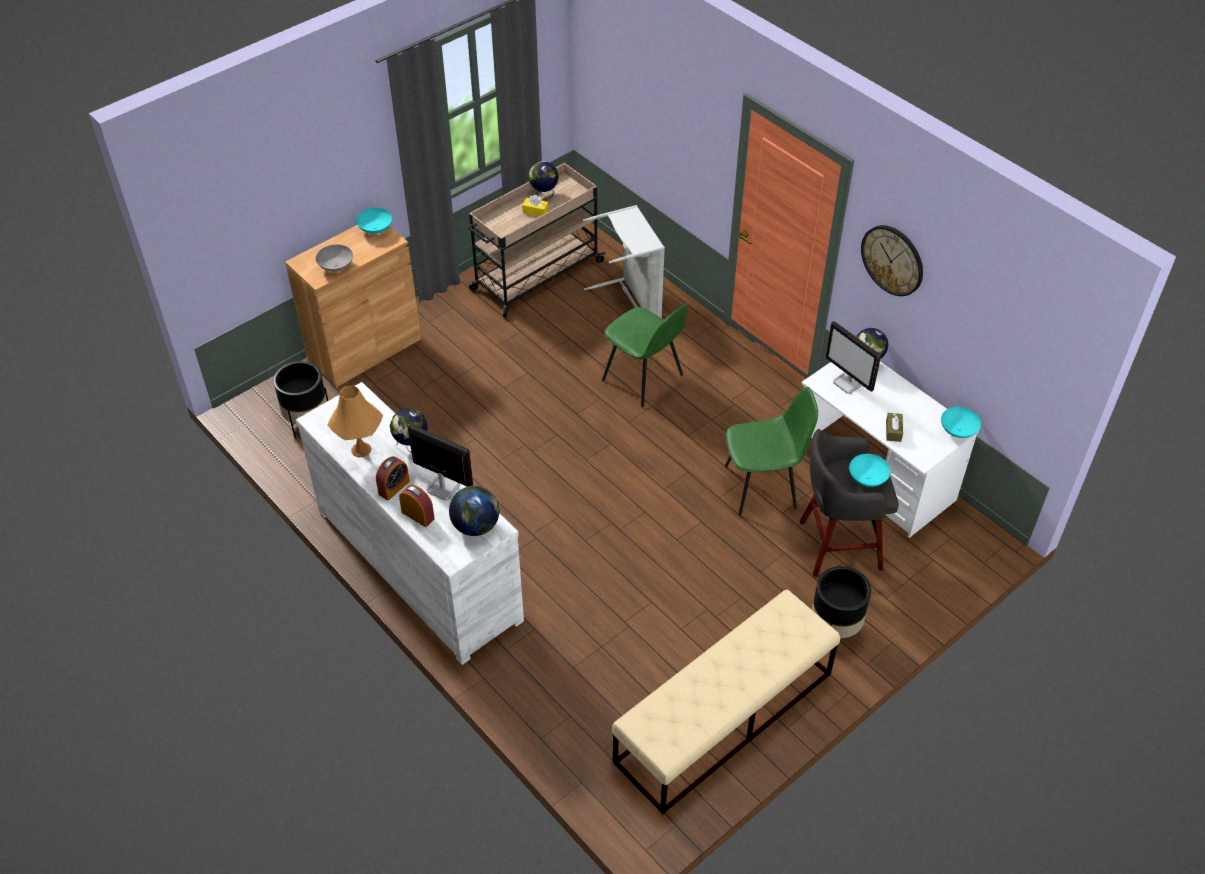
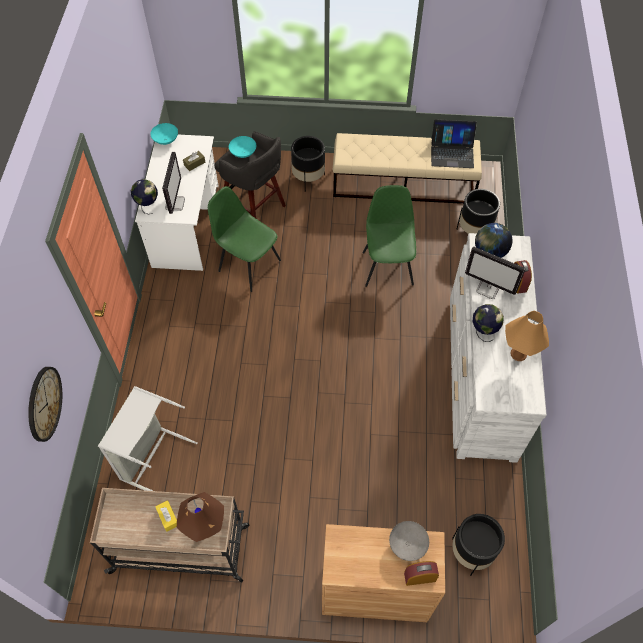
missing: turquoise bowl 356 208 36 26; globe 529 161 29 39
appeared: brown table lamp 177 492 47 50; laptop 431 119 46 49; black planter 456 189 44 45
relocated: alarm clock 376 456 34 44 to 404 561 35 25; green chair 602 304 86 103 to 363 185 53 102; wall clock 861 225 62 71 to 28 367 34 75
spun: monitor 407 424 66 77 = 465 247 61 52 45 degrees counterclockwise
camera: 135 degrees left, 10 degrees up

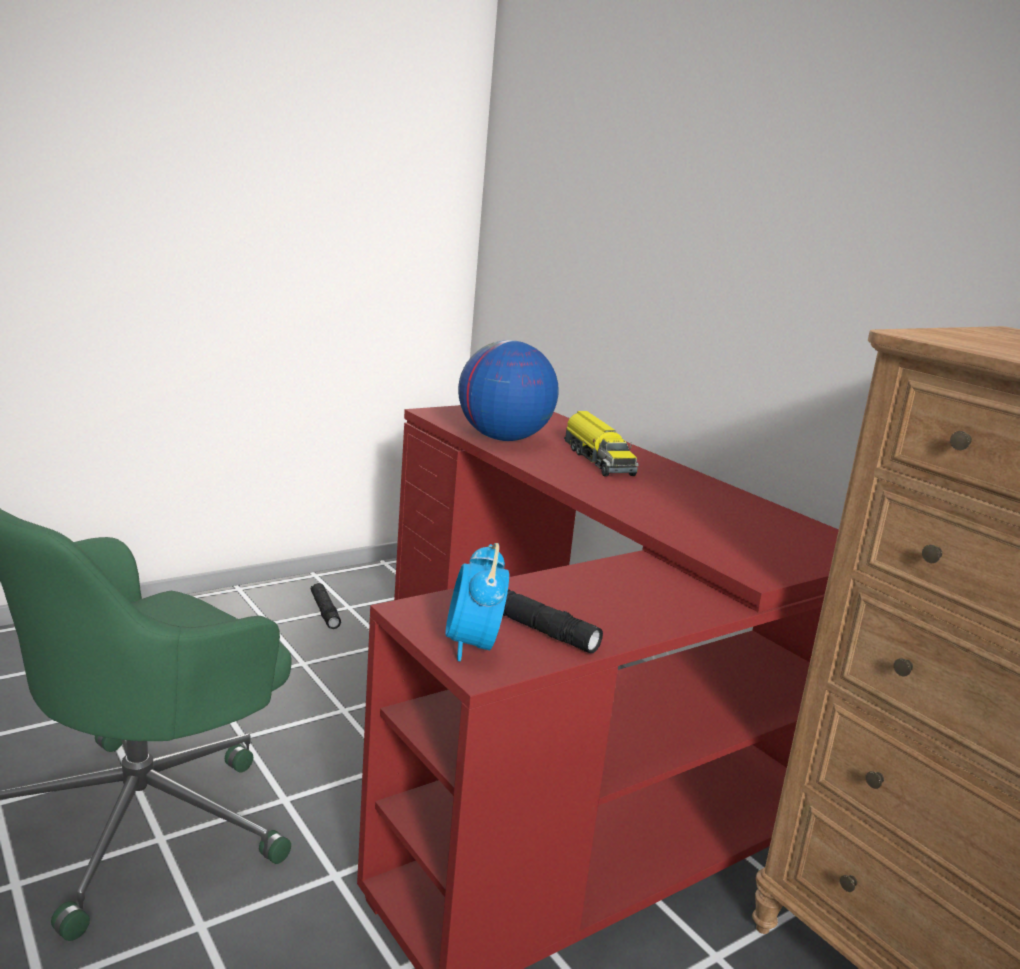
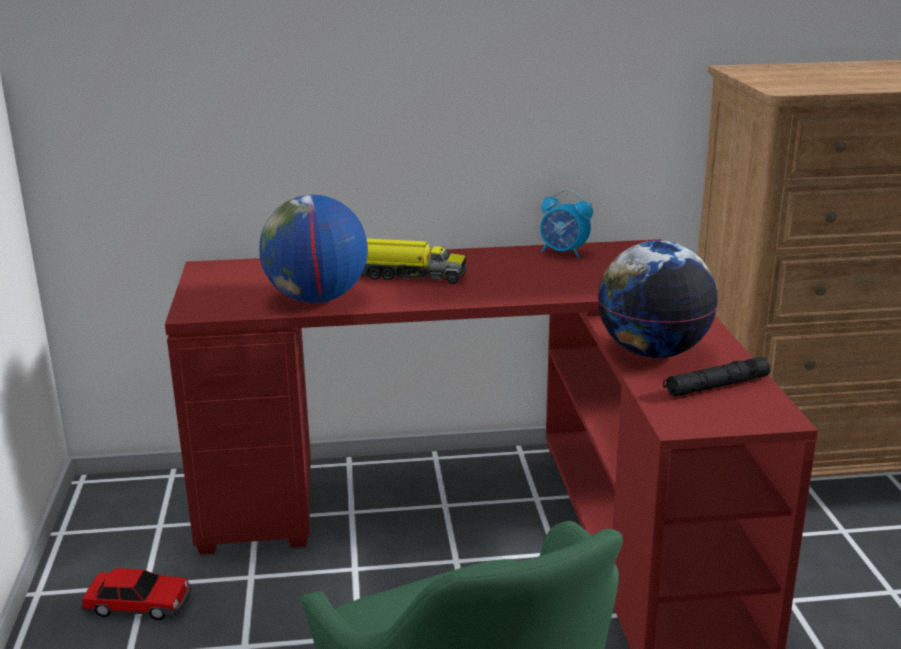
appeared: globe 598 241 120 117
relocated: alarm clock 445 543 64 118 to 540 189 53 69
exchanged: black flashlight 311 583 30 46 to toy car 81 568 110 52
camera: 60 degrees left, 5 degrees up

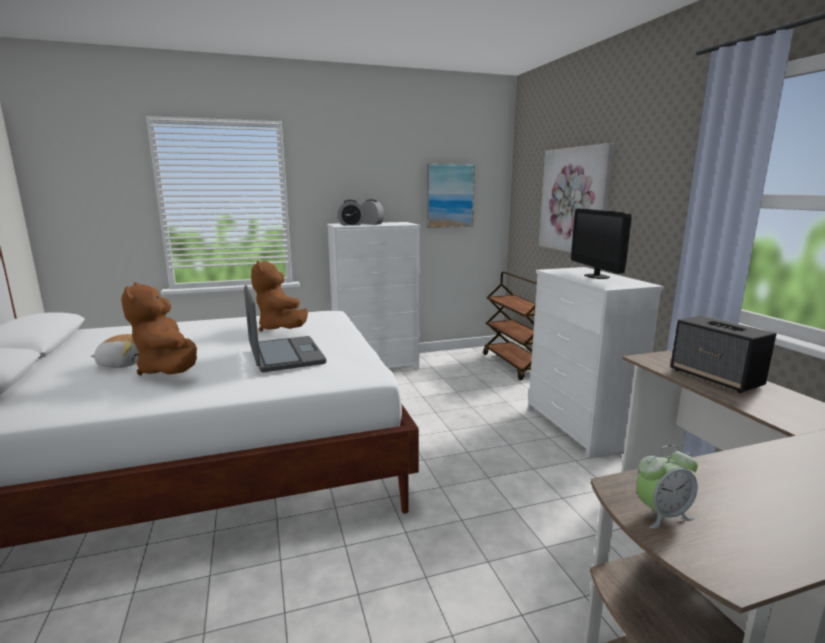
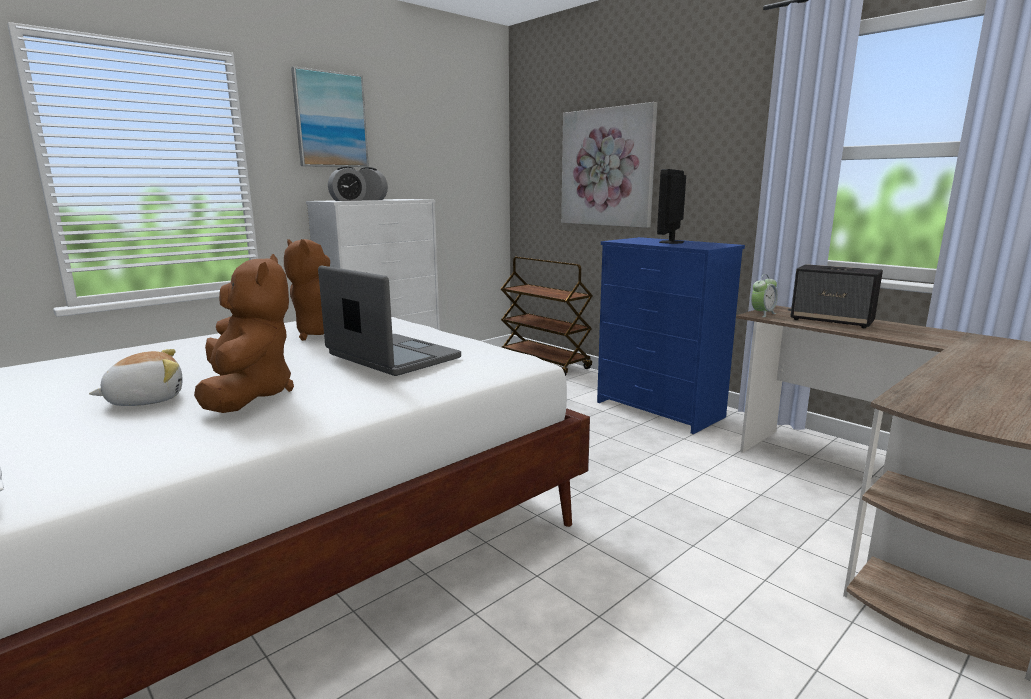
relocated: picture 426 164 49 64 to 291 66 78 101; alarm clock 636 445 62 84 to 751 274 27 43
colour: white dresser 528 267 136 191 to blue dresser 597 237 148 197
spun: brown plush toy 121 282 76 94 = 194 254 100 159 150 degrees counterclockwise; monitor 571 208 61 71 = 657 169 29 75 60 degrees clockwise
camera: 25 degrees left, 0 degrees up

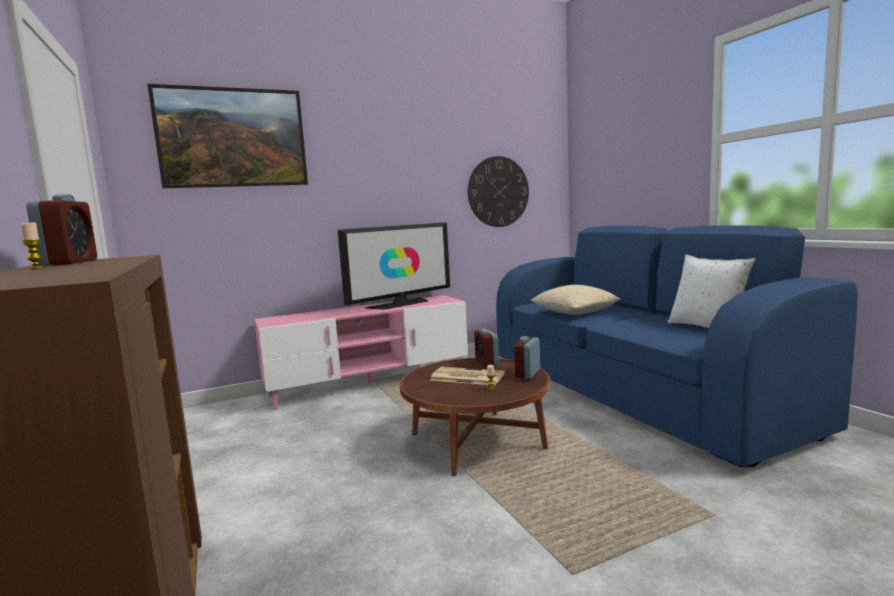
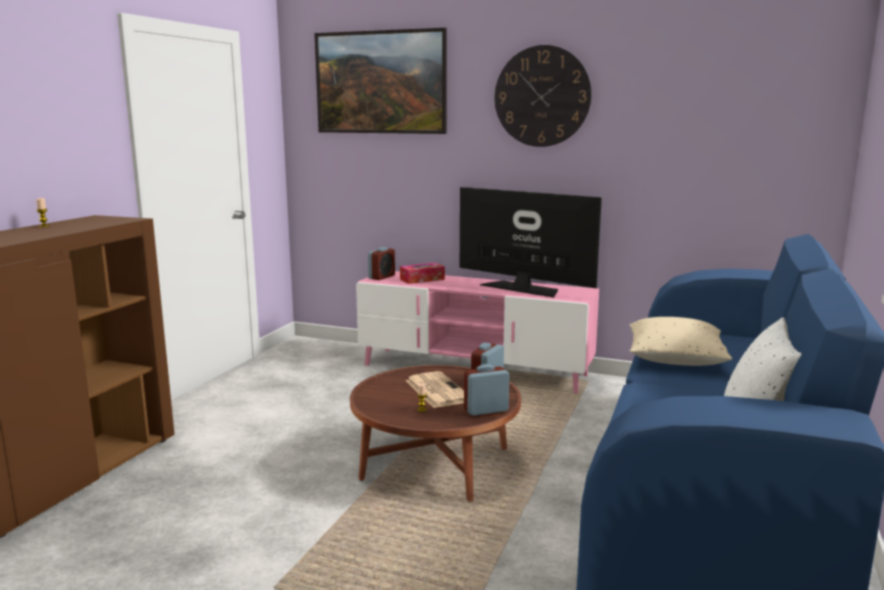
appeared: tissue box 400 263 45 21
relocated: alarm clock 26 194 71 72 to 368 247 27 33; wall clock 468 156 61 71 to 494 45 98 102
spun: television 338 222 112 88 = 460 187 142 111 150 degrees counterclockwise
camera: 45 degrees right, 5 degrees up

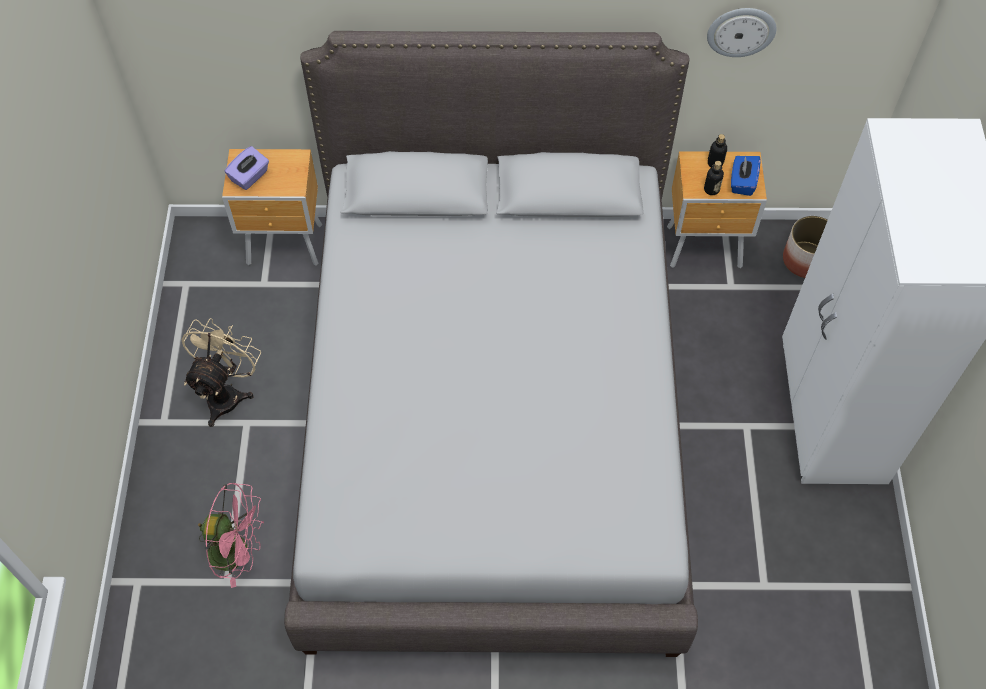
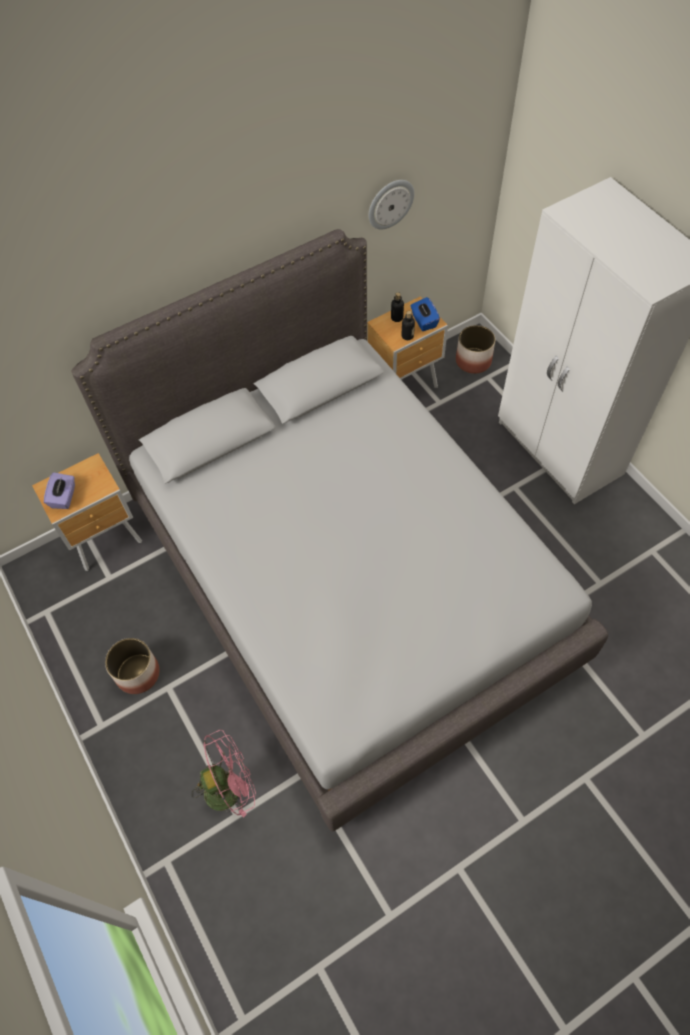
exchanged: beige fan 182 318 79 109 to planter 105 638 55 56
camera: 30 degrees left, 0 degrees up

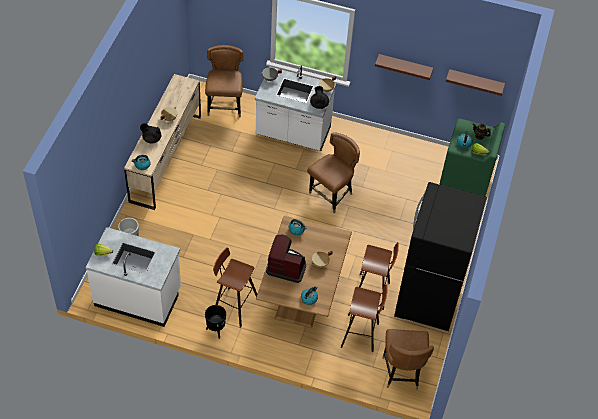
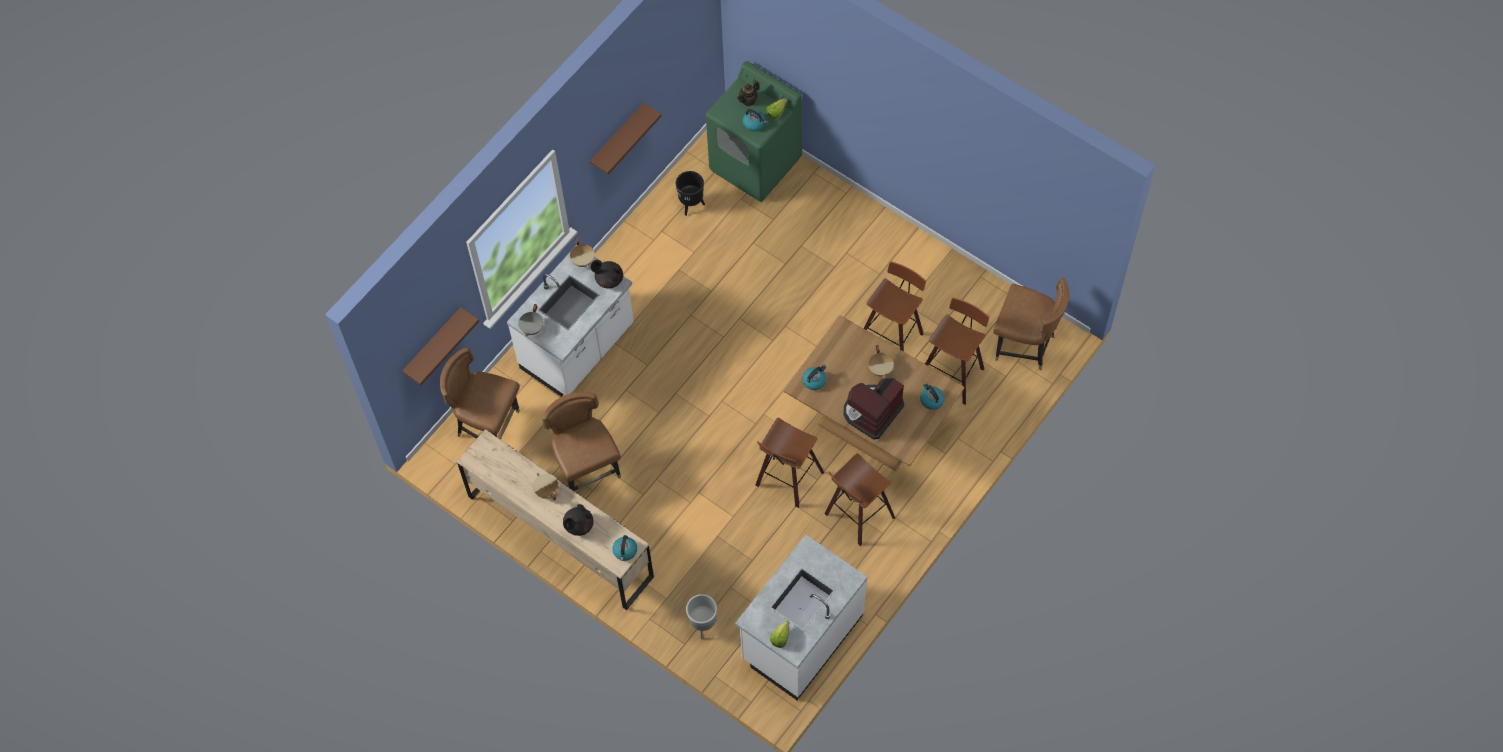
missing: black fridge 394 182 93 149
appeared: stool 755 418 69 90
relocated: black planter 205 305 21 34 to 676 171 29 45; brown chair 307 133 53 80 to 542 392 79 99; brown shelf 446 69 59 27 to 402 307 77 78
camera: 65 degrees left, 10 degrees up

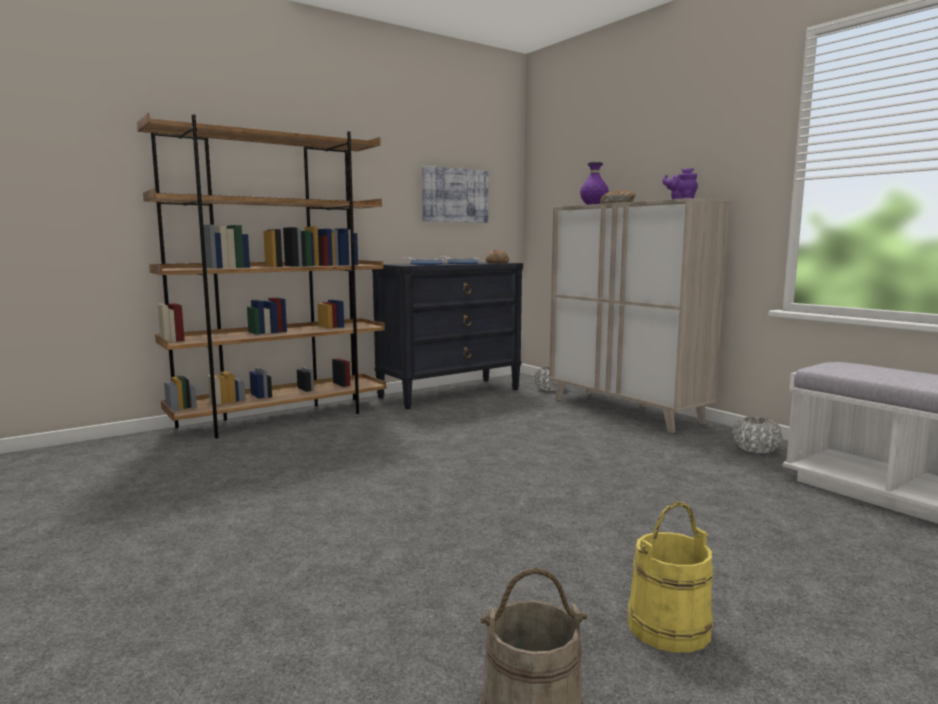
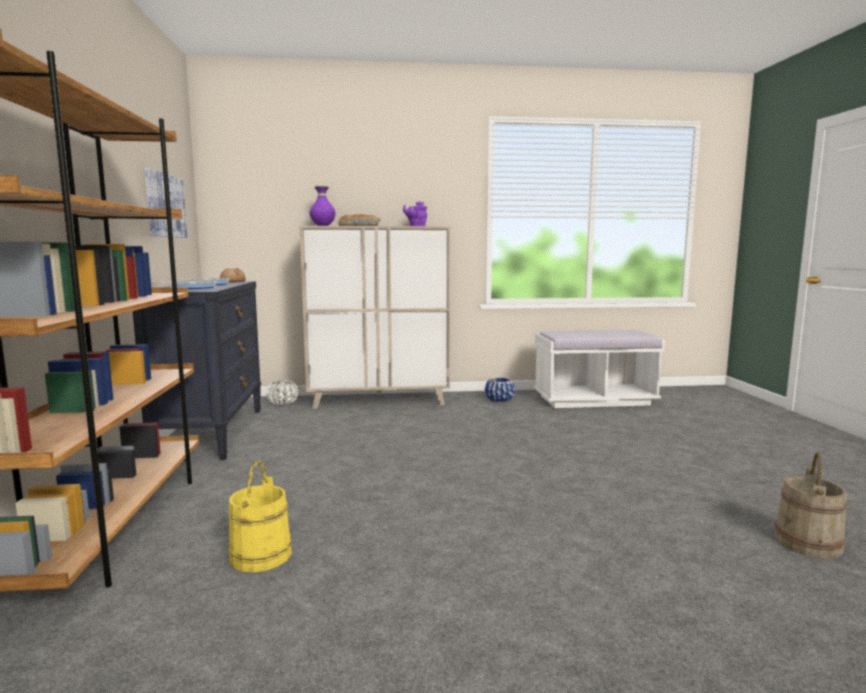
relocated: yellow bucket 627 502 86 151 to 228 461 64 111
colour: white planter 732 417 50 36 to blue planter 485 378 30 24
camera: 60 degrees left, 0 degrees up

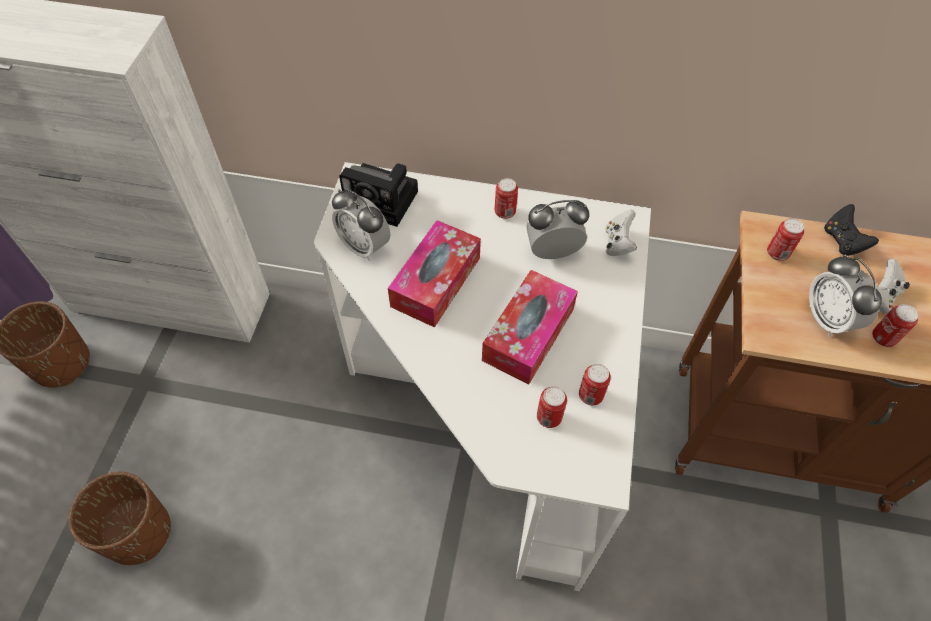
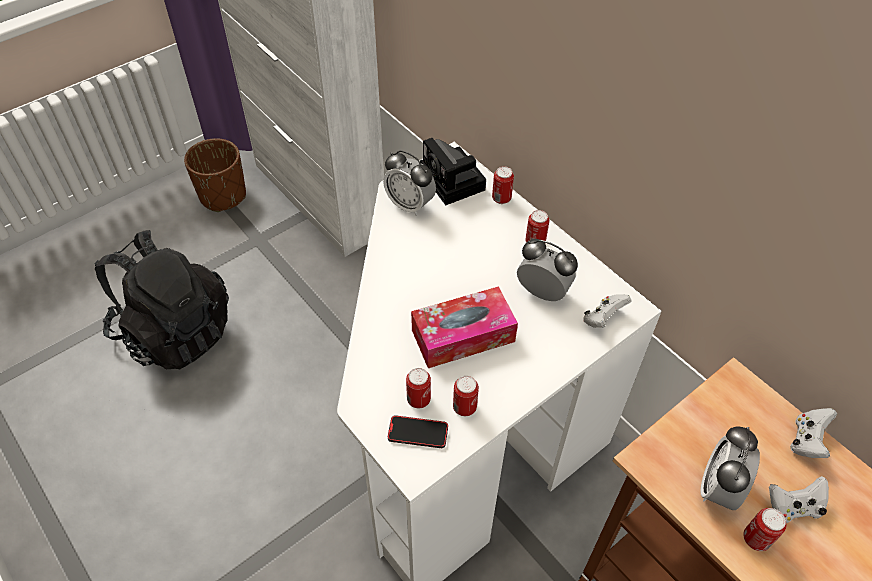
missing: tissue box 388 220 93 108
appeared: phone 388 415 60 33
relocated: can 767 218 37 43 to 492 166 22 38
exchanged: brown planter 68 472 103 93 to black backpack 95 230 134 139
colour: black game controller 824 204 55 52 to white game controller 790 408 47 50
spun: alarm clock 332 189 58 72 = 383 150 53 66 45 degrees counterclockwise
camera: 40 degrees right, 5 degrees down

